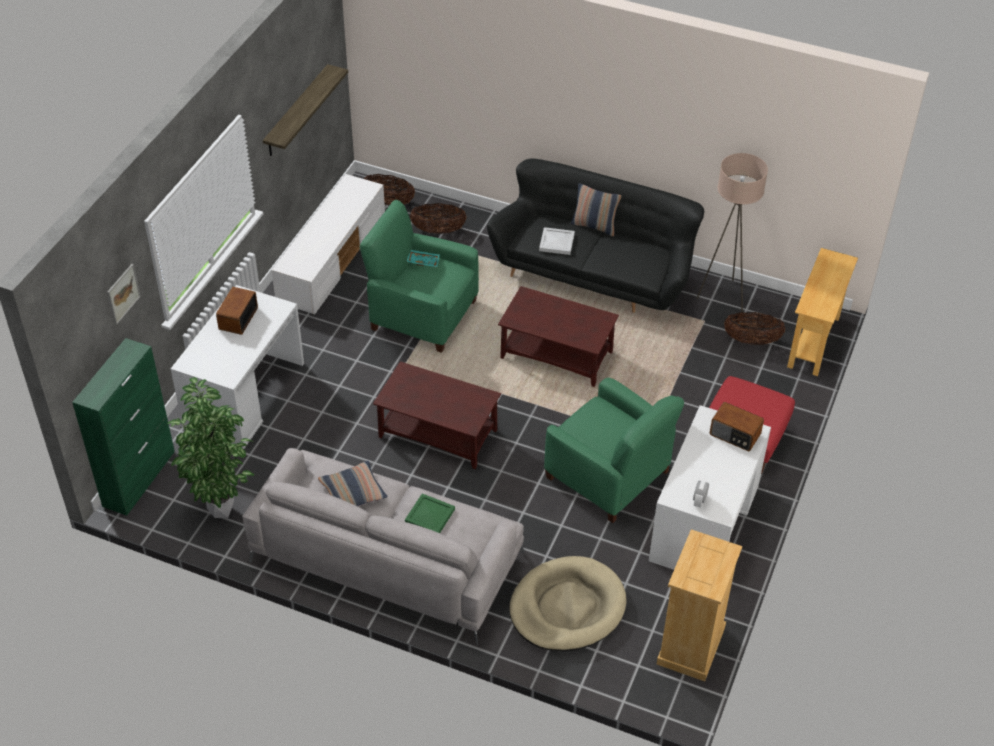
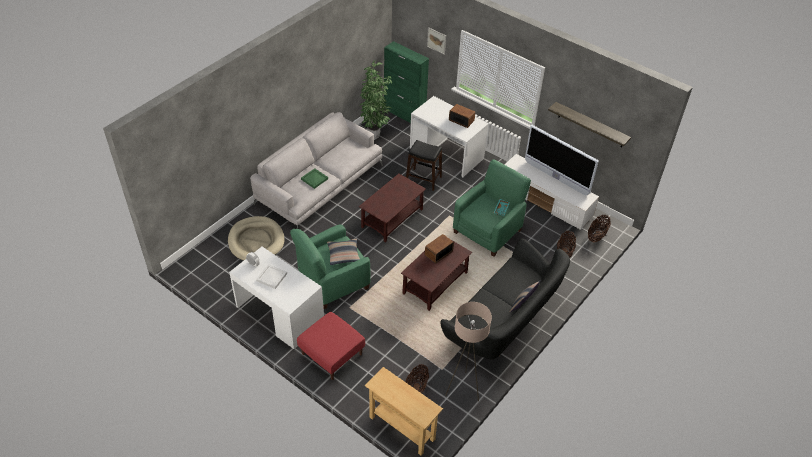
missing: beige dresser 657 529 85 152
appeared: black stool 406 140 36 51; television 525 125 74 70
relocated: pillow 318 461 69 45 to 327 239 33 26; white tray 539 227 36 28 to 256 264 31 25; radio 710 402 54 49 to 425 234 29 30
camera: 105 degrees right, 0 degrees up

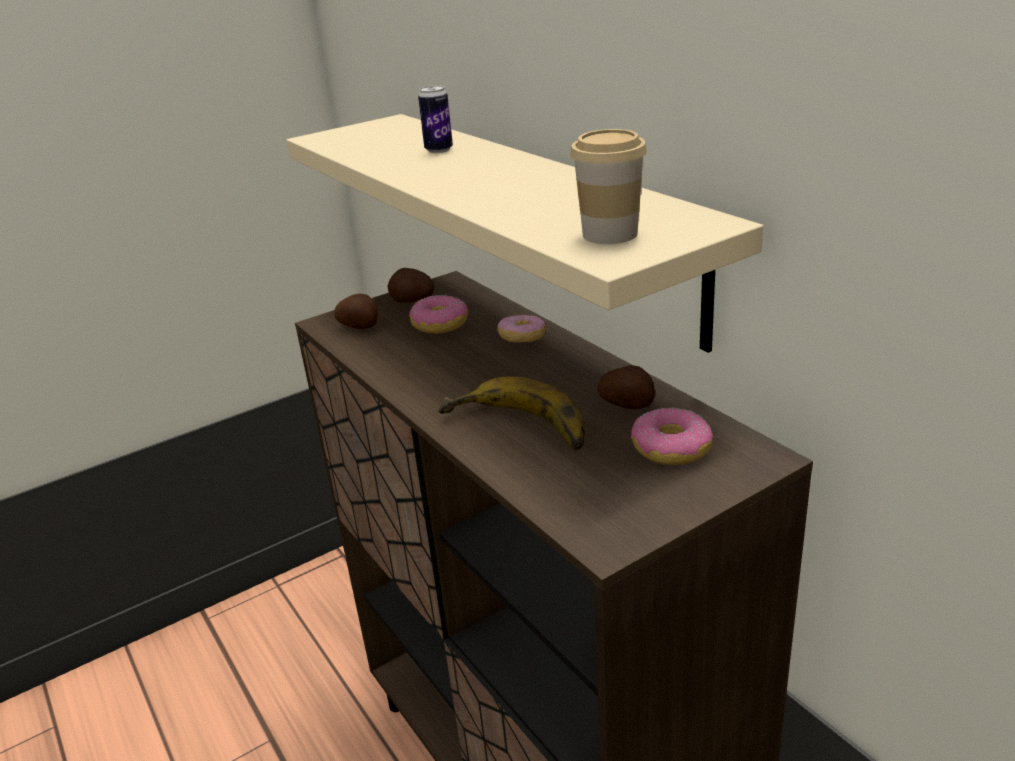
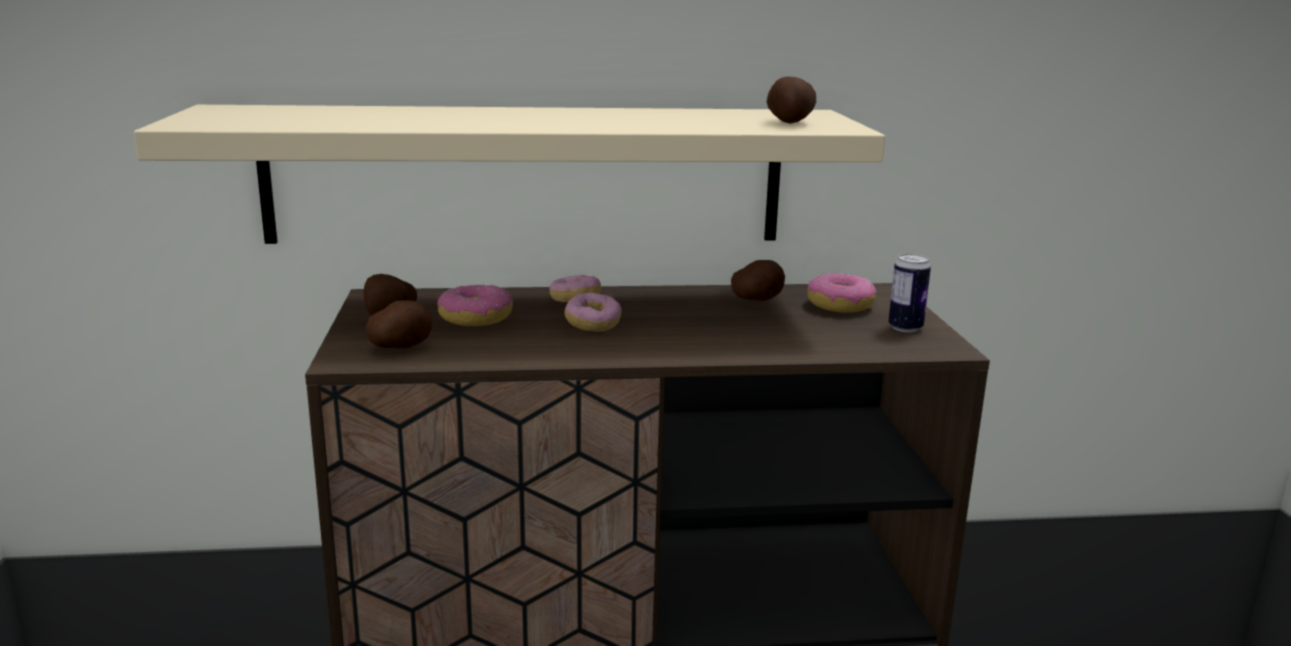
missing: banana 438 377 147 73
appeared: donut 565 293 57 39
relocated: can 418 85 35 68 to 888 254 43 78
exchanged: cup 570 129 77 115 to potato 767 76 49 48
camera: 65 degrees left, 10 degrees down

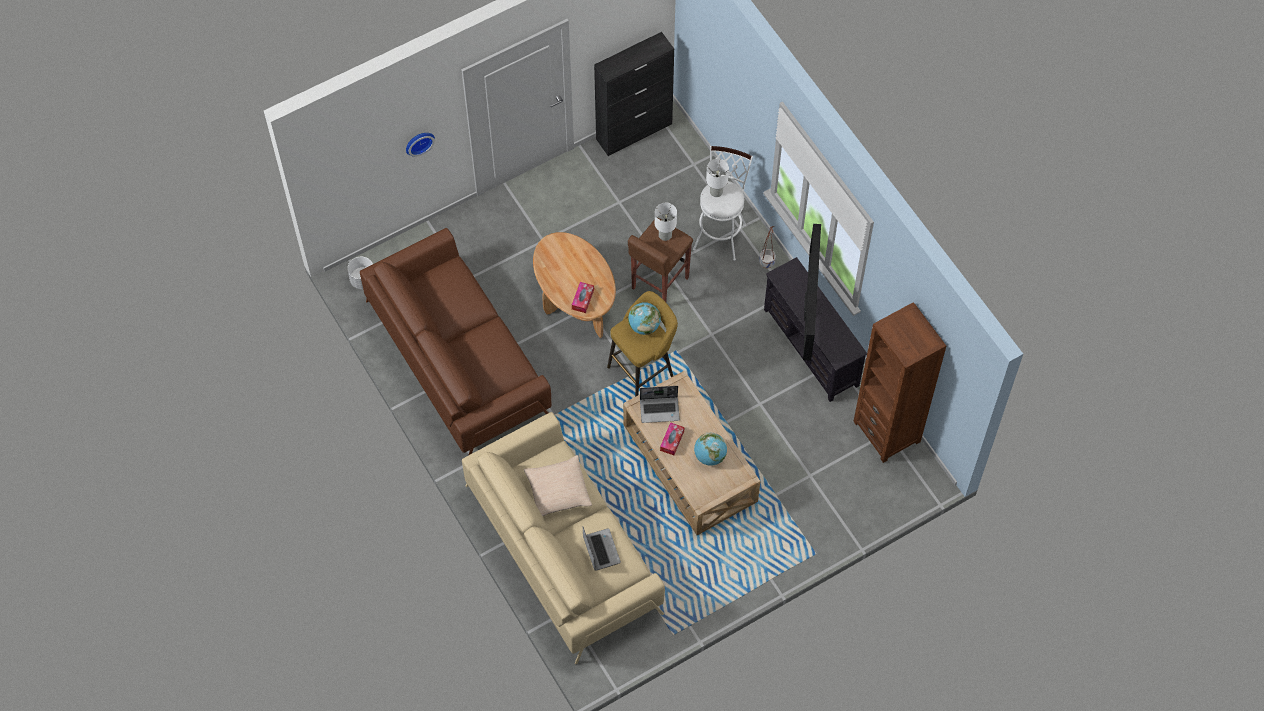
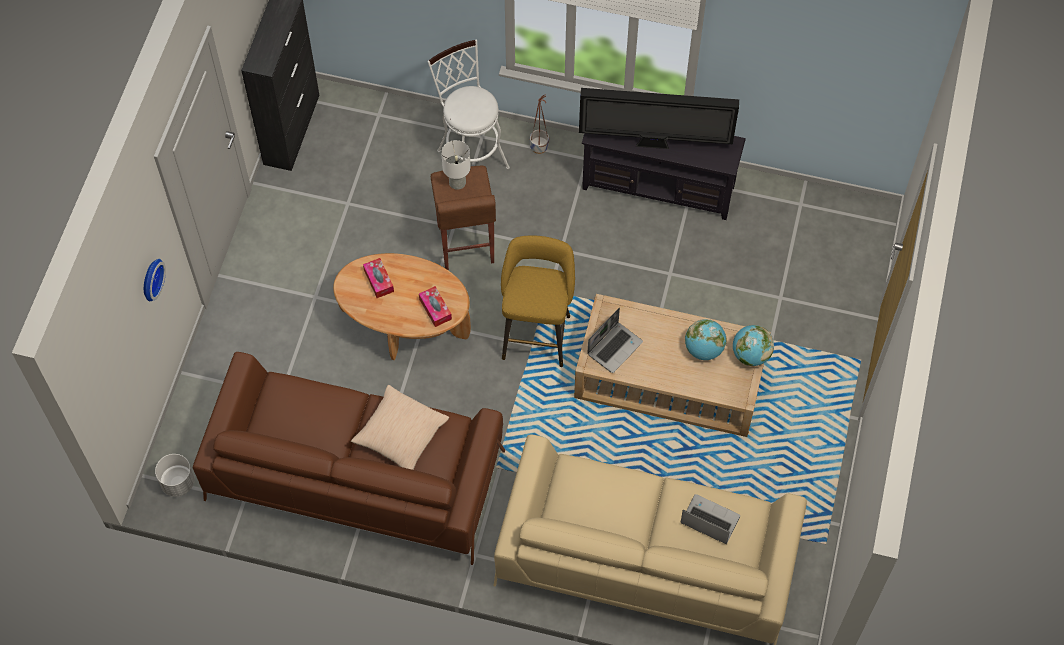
missing: white table lamp 706 159 23 38; brown bookcase 853 302 93 161
relocated: beige pillow 524 455 68 61 to 351 385 98 85; globe 628 302 33 33 to 733 325 41 41; tissue box 660 422 24 33 to 363 258 31 40
spun: television 803 224 18 137 = 579 88 160 61 45 degrees counterclockwise
camera: 45 degrees left, 0 degrees up

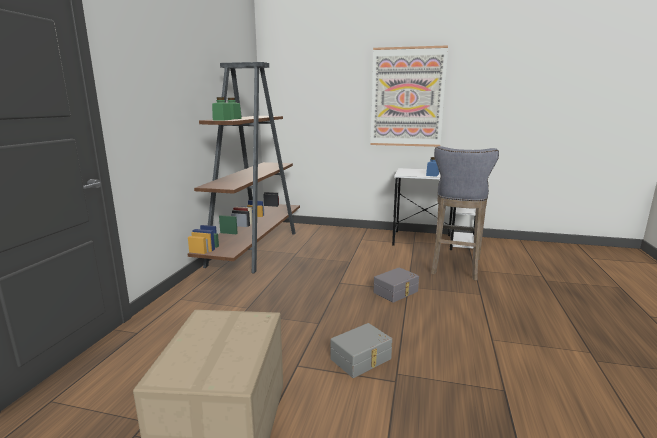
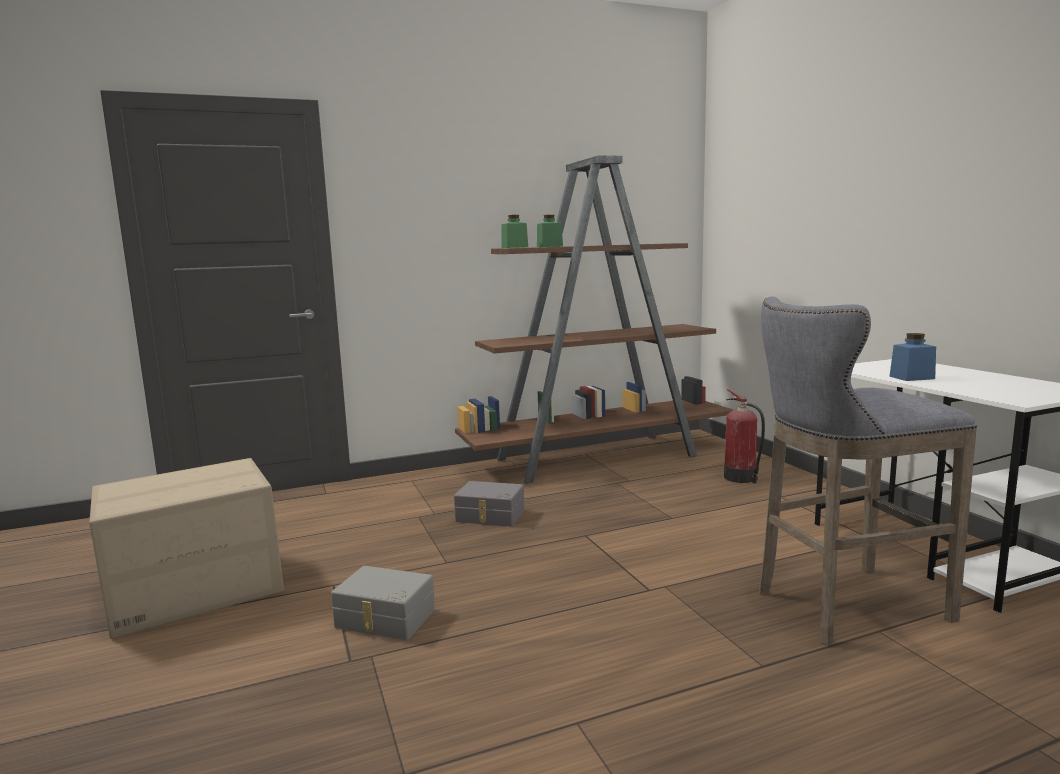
missing: picture 370 45 78 102
appeared: fire extinguisher 724 389 41 94
relocated: grey storage box 374 267 45 36 to 454 481 71 46
camera: 55 degrees right, 5 degrees down

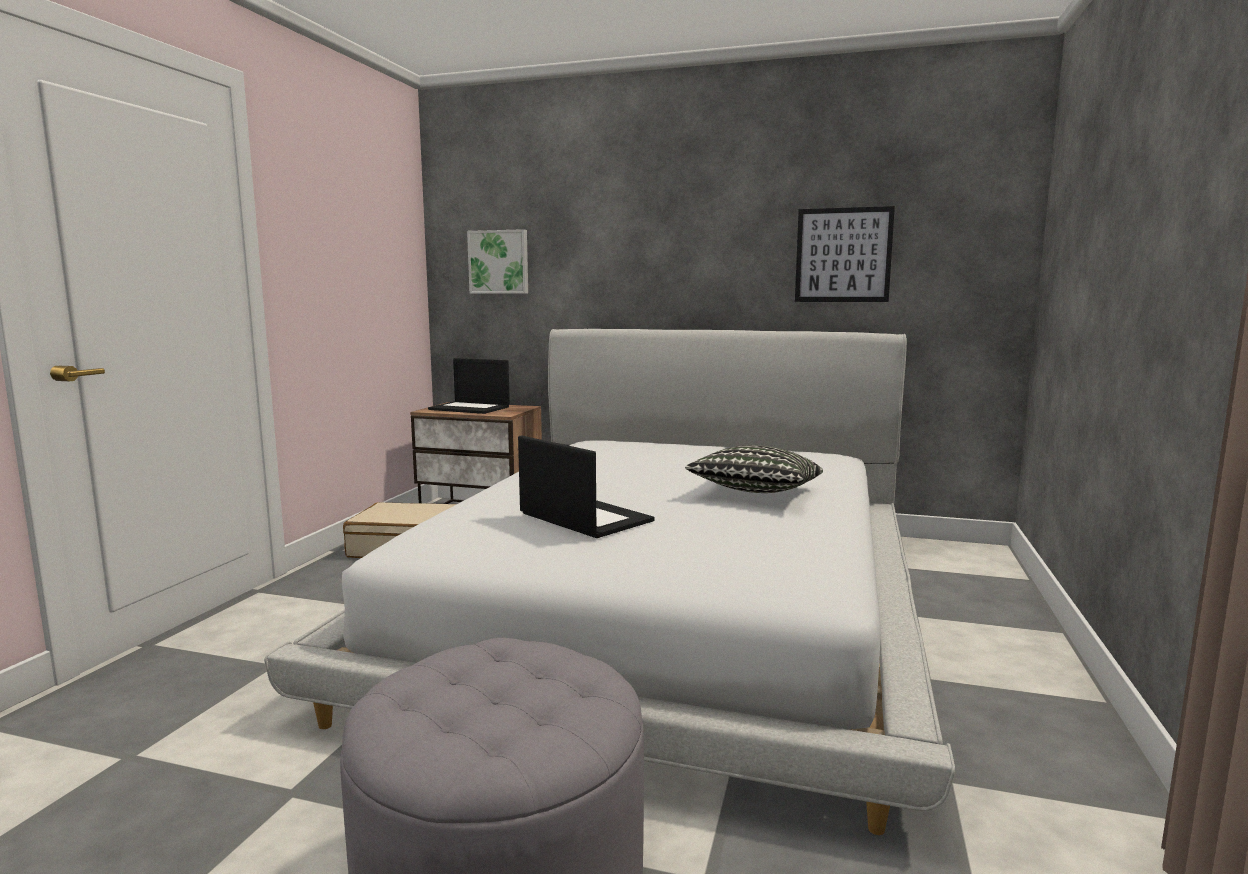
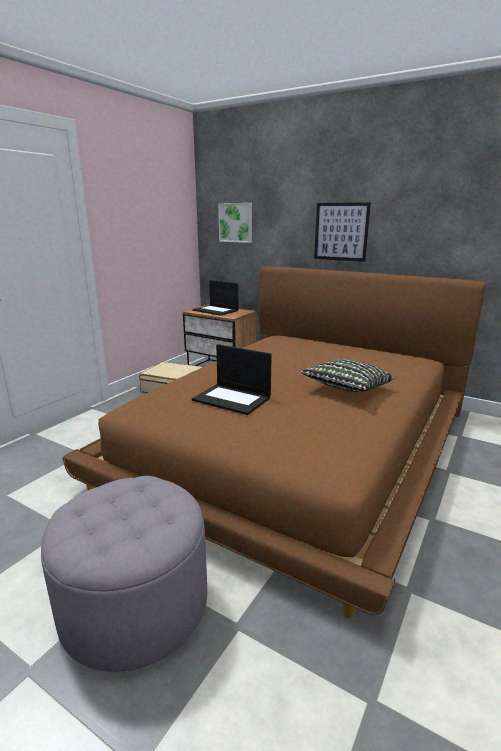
relocated: picture 795 206 100 96 to 314 202 57 60
colour: white bed 264 329 691 506 to brown bed 63 266 423 352
spun: laptop 518 436 136 102 = 192 344 80 71 150 degrees clockwise
camera: 15 degrees right, 10 degrees up

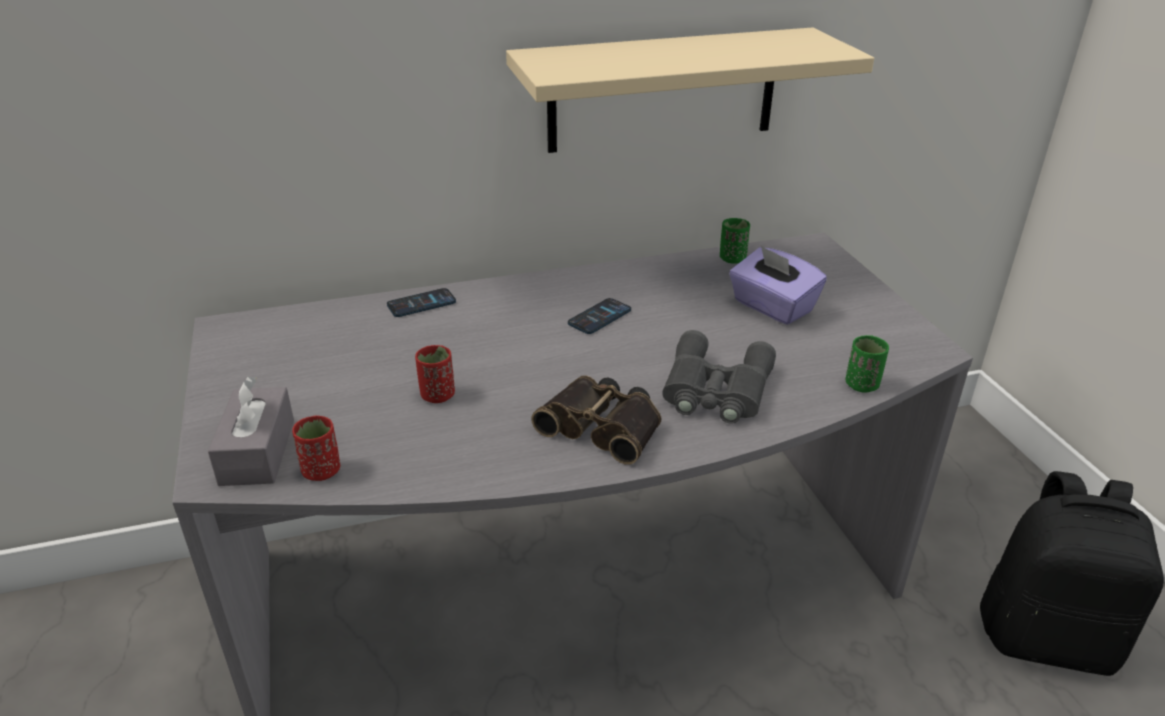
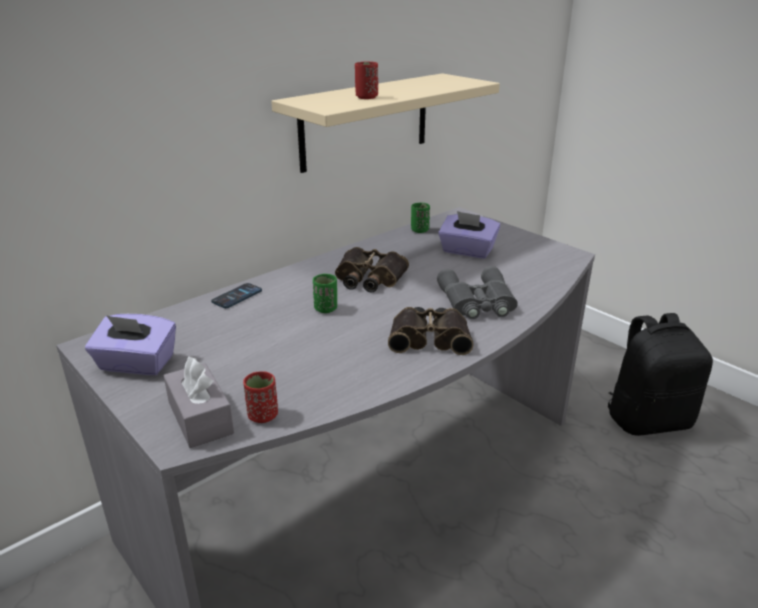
appeared: purple tissue box 85 314 91 61
relocated: red cup 415 345 40 58 to 355 61 23 38; green cup 846 335 43 58 to 313 274 24 39
exchanged: phone 568 298 63 36 to binoculars 335 247 74 46
camera: 25 degrees left, 5 degrees down

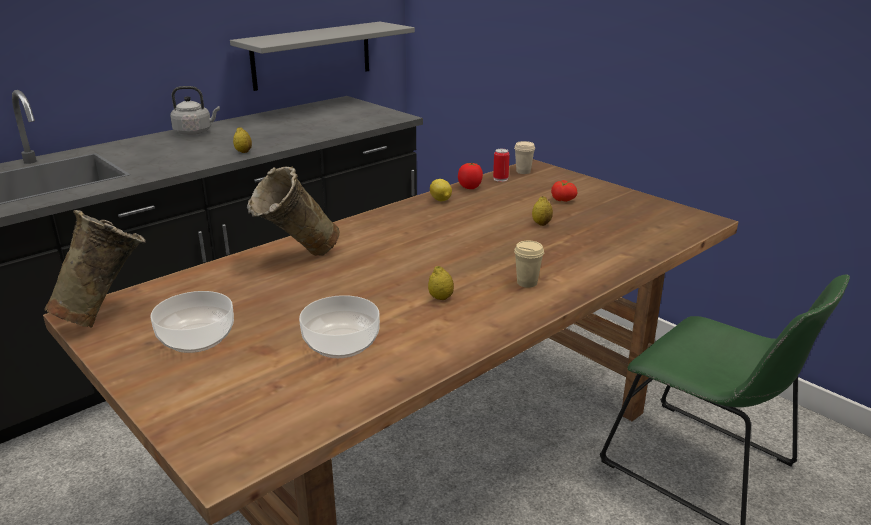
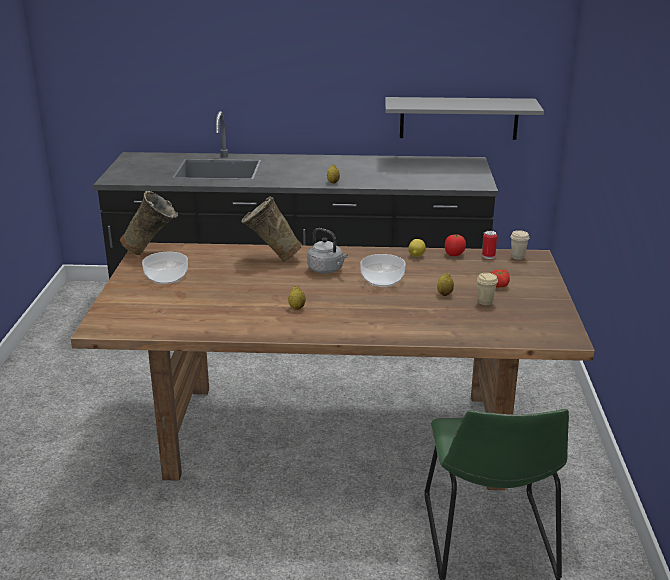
relocated: grey kettle 170 86 50 49 to 307 228 41 46; bowl 299 295 81 63 to 360 254 46 33; beige cup 514 241 30 47 to 477 273 21 32
camera: 45 degrees right, 0 degrees up

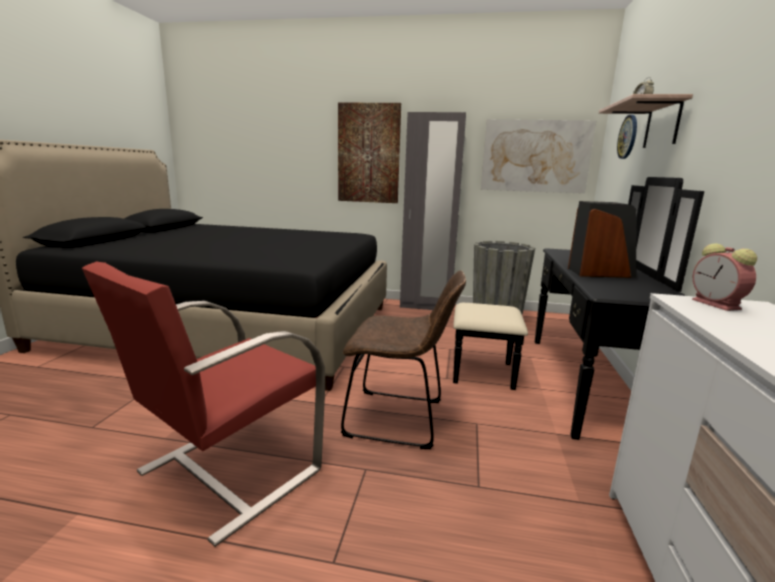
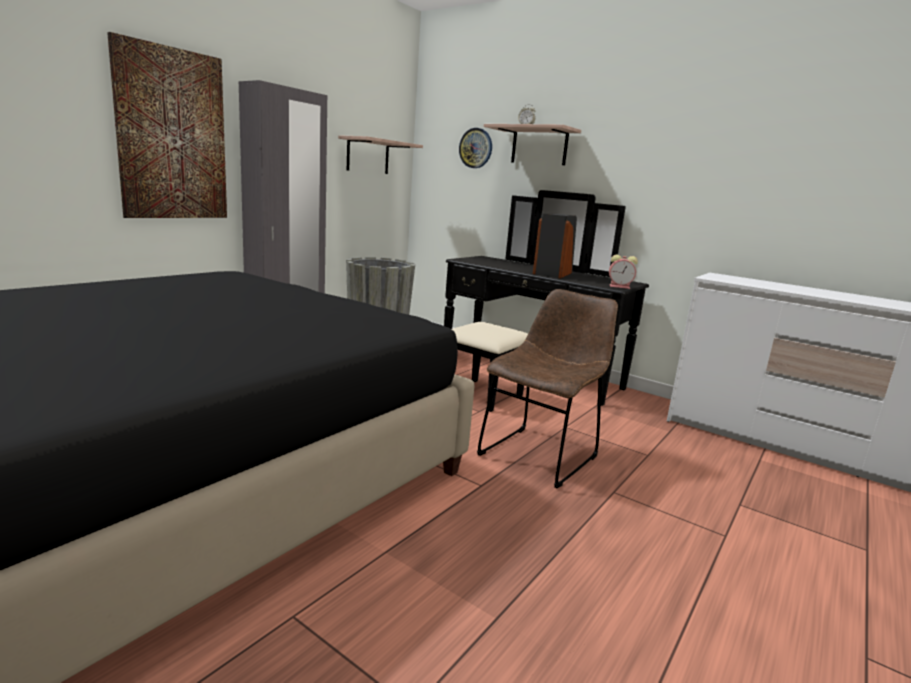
missing: red armchair 82 262 243 285
relocated: alarm clock 692 243 65 68 to 609 254 29 35
exchanged: picture 481 119 115 75 to shelf 338 135 85 39
camera: 65 degrees left, 0 degrees up

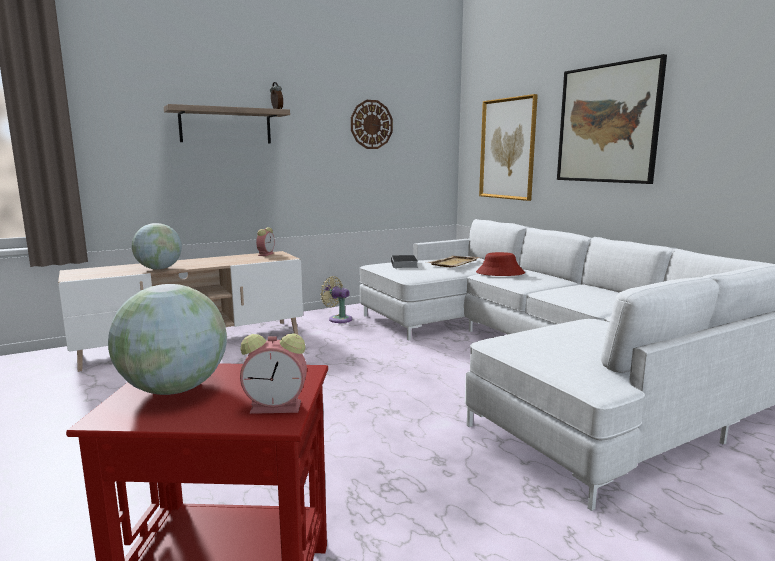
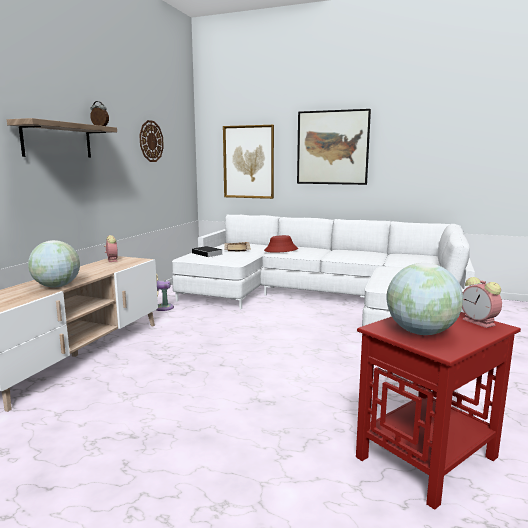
spun: alarm clock 240 333 67 81 = 462 277 40 51 105 degrees clockwise
camera: 40 degrees left, 0 degrees up

